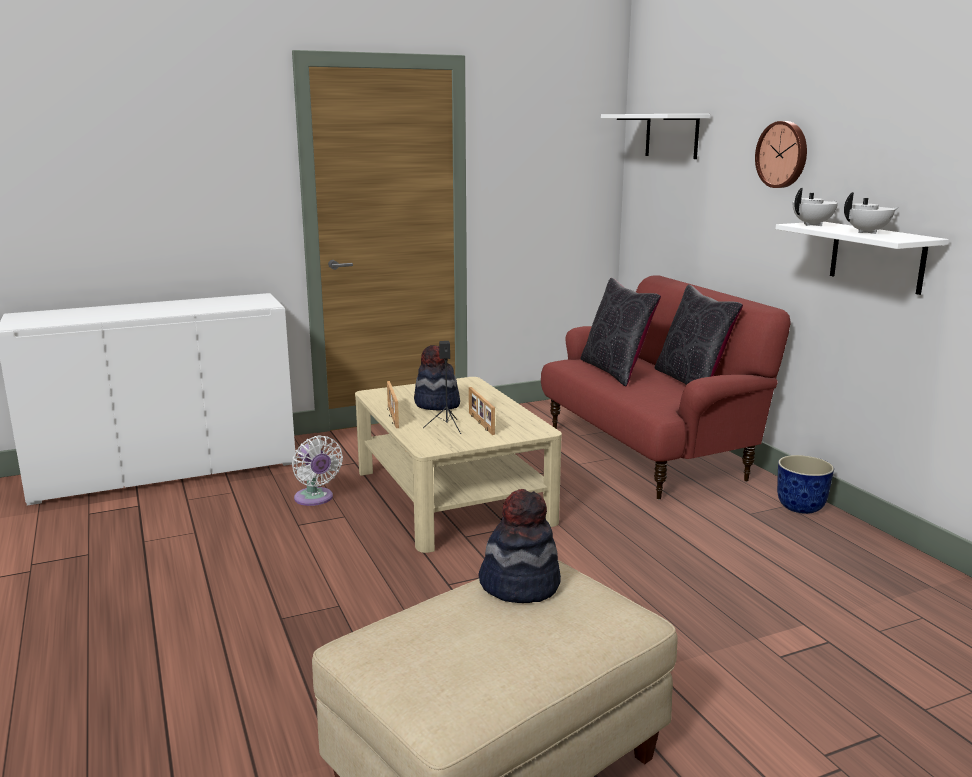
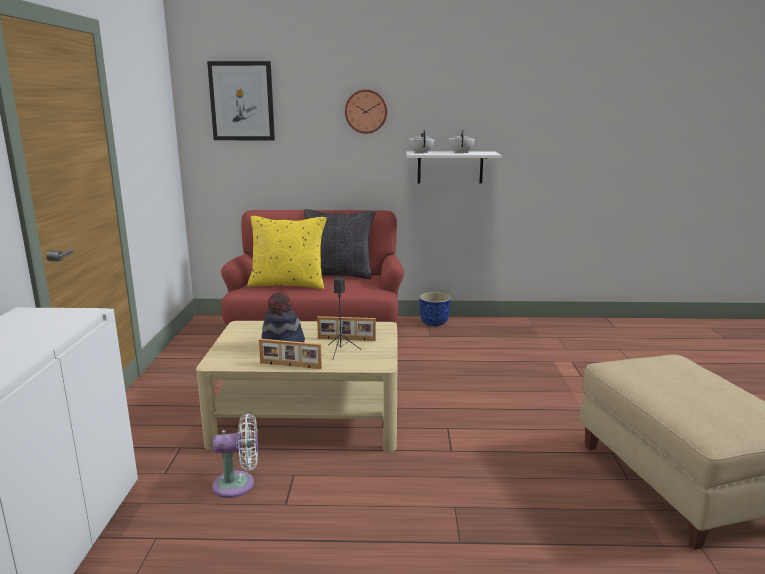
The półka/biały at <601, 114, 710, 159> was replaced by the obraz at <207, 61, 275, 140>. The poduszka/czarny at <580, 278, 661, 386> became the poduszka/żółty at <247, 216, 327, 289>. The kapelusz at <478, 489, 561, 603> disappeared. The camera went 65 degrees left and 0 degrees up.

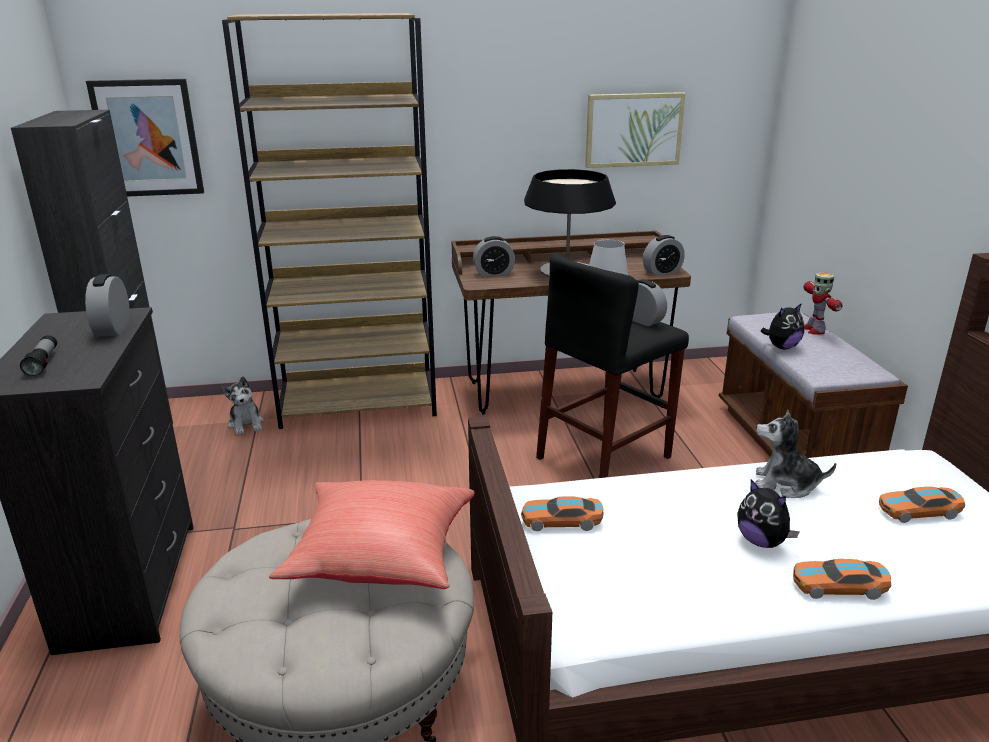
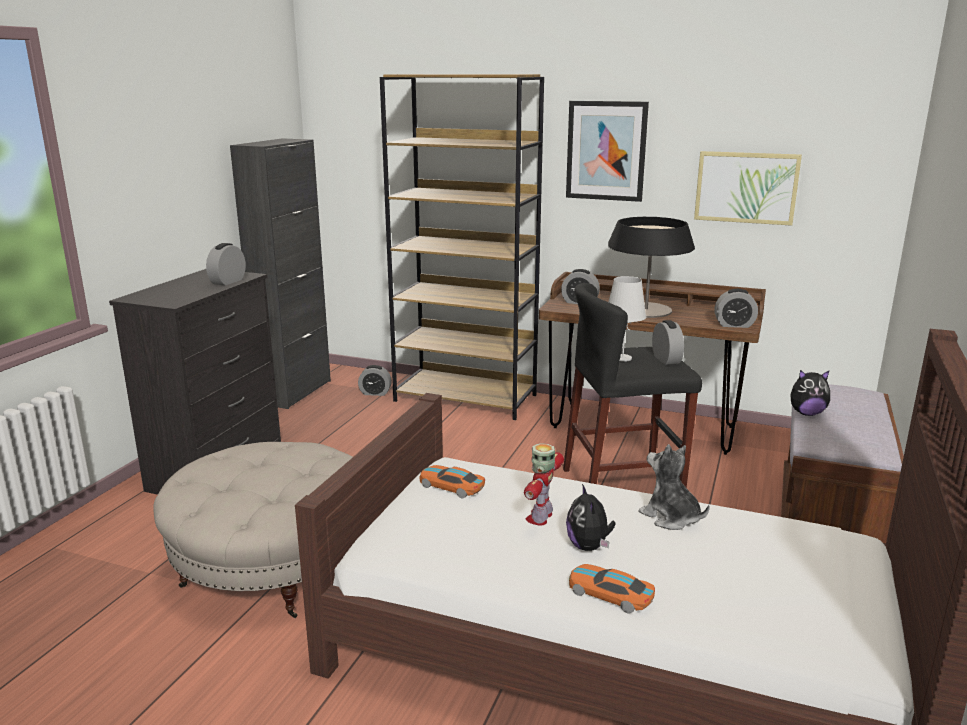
The pluszak at <221, 376, 264, 435> was replaced by the budzik at <358, 365, 392, 396>. The robot zabawkowy moved from <803, 272, 843, 335> to <524, 444, 564, 526>. The obraz moved from <86, 79, 204, 197> to <566, 101, 649, 202>. The latarka at <20, 335, 57, 377> disappeared. The poduszka/czerwony at <269, 480, 475, 589> disappeared. The samochodzik at <879, 487, 965, 523> disappeared. The camera went 30 degrees right and 5 degrees down.

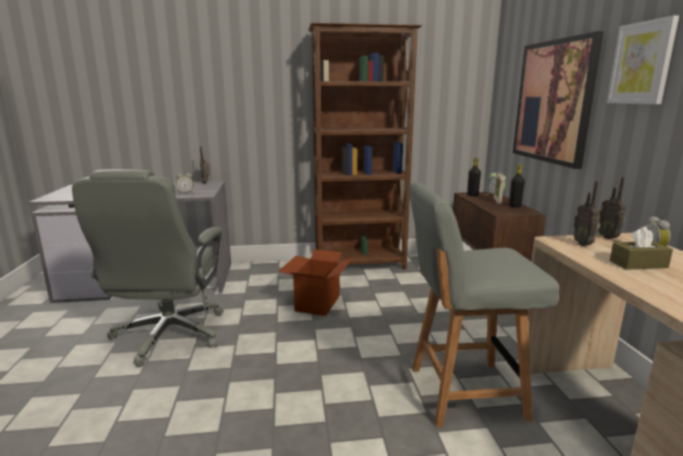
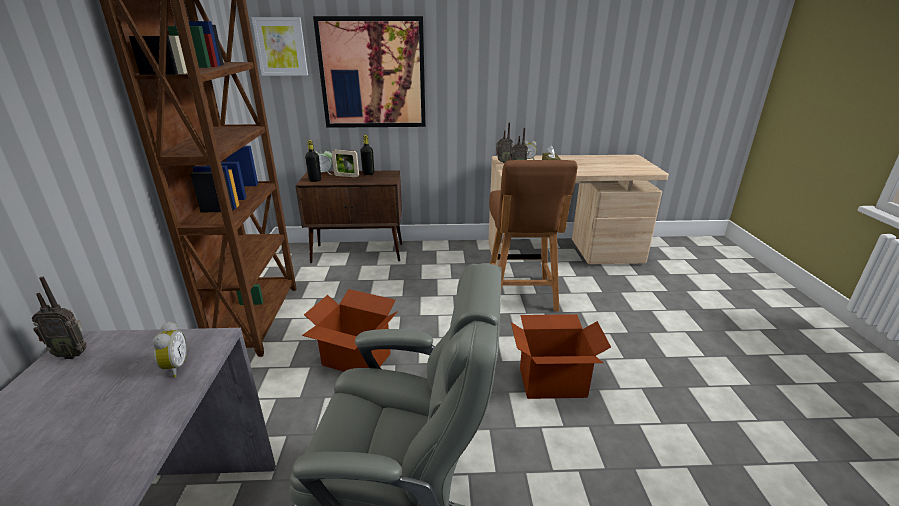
The obraz moved from <607, 15, 679, 104> to <252, 17, 308, 76>. The krzesło/szary at <409, 182, 560, 428> became the krzesło/brązowy at <489, 160, 578, 312>. The karton at <511, 314, 611, 399> appeared. The camera went 85 degrees left and 10 degrees up.

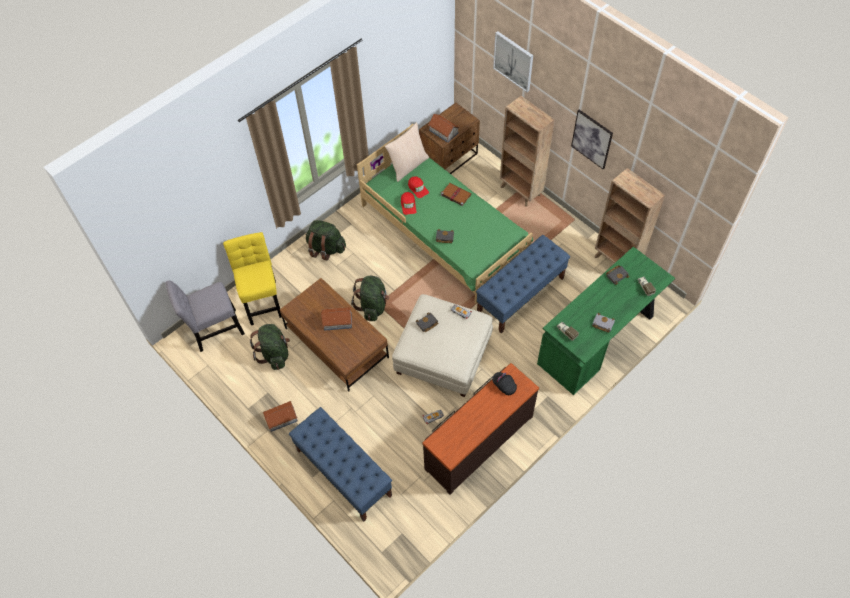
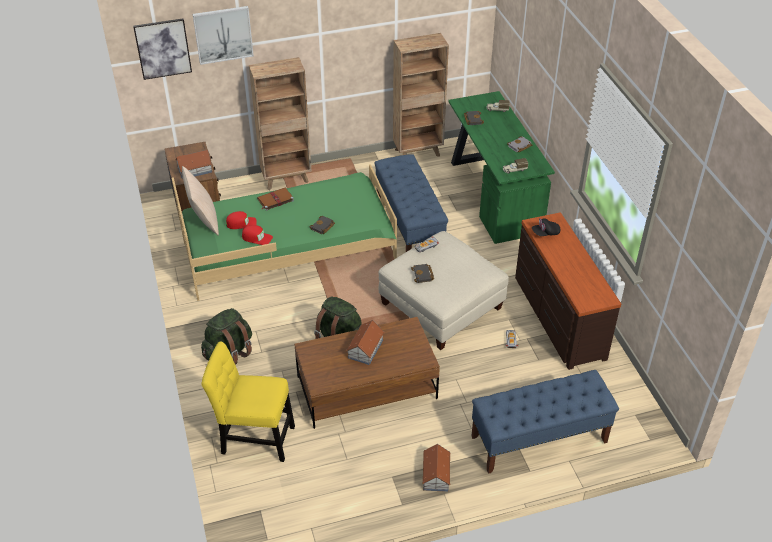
The obraz moved from <571, 110, 613, 169> to <133, 18, 192, 80>. The krzesło/szary at <165, 280, 245, 352> disappeared. The plecak/zielony at <250, 324, 290, 370> disappeared. The camera went 65 degrees left and 15 degrees down.

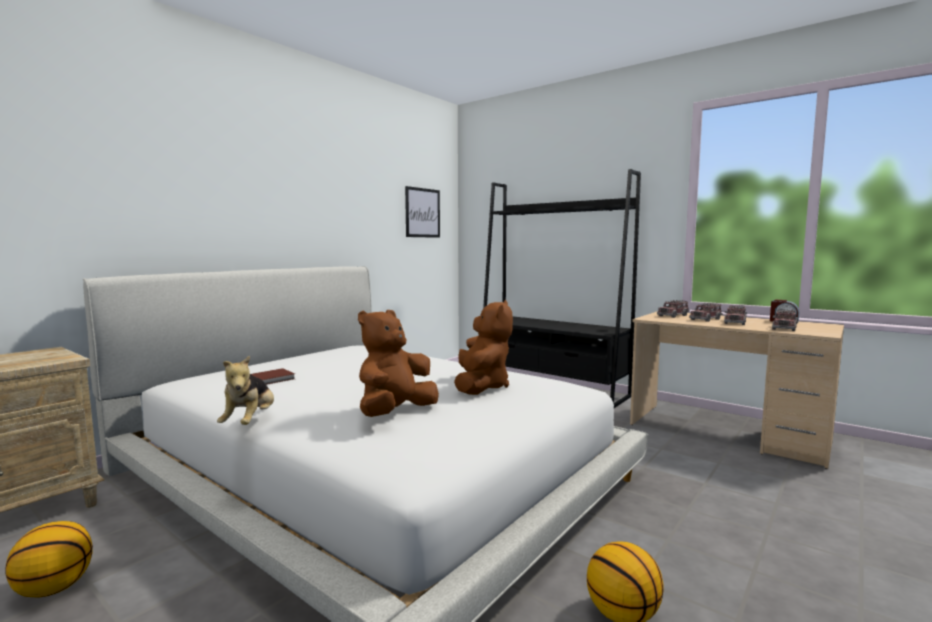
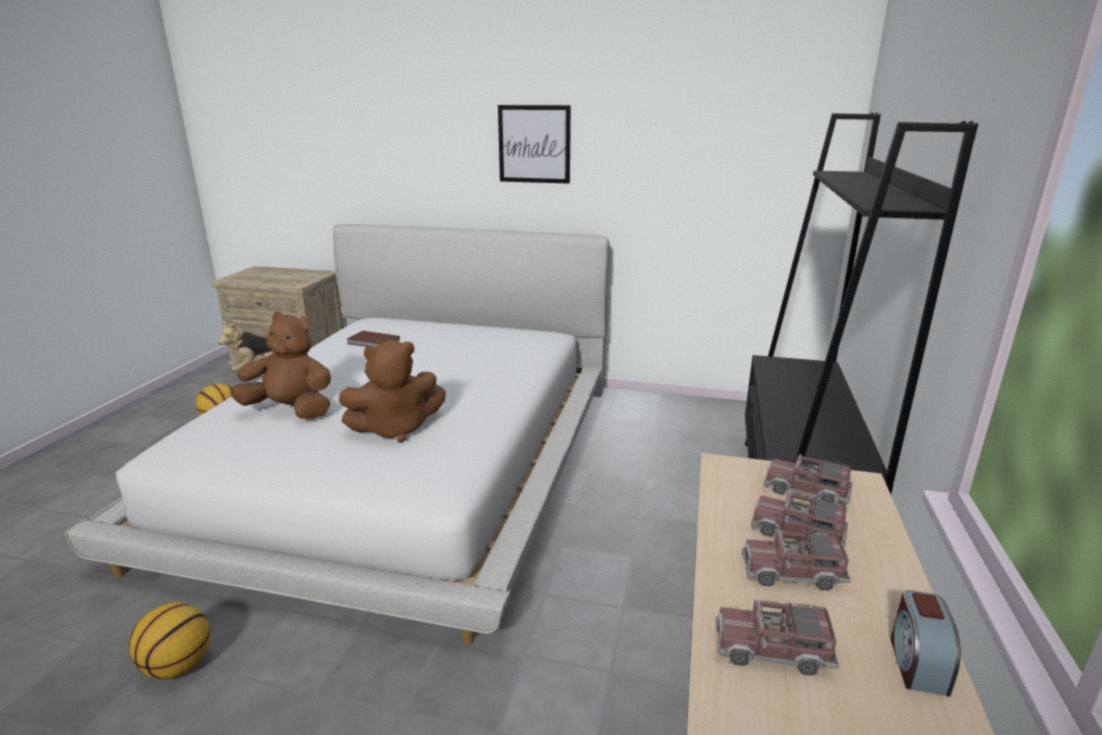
The obraz moved from <405, 186, 440, 238> to <498, 105, 571, 184>. The camera went 65 degrees right and 15 degrees up.

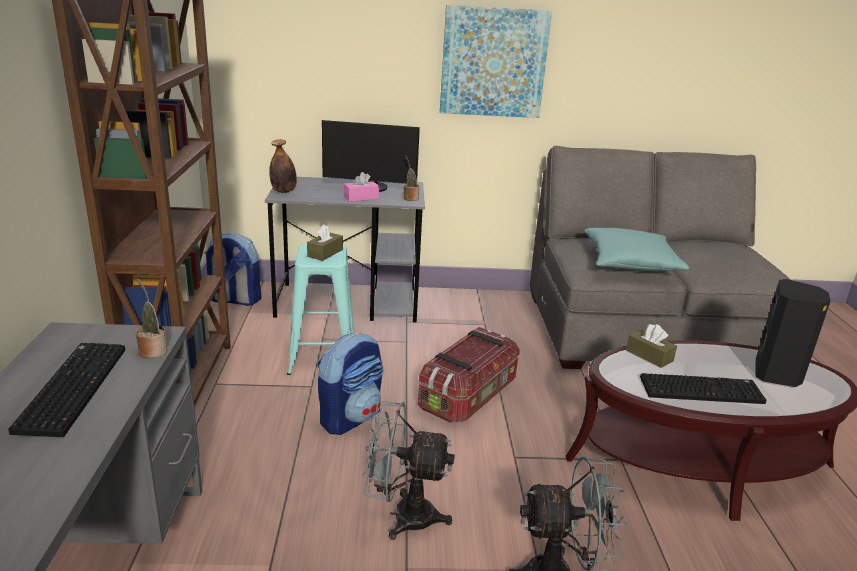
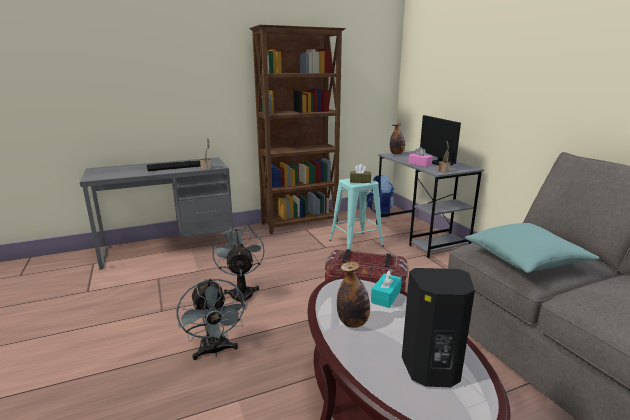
The klawiatura at <640, 373, 767, 404> was replaced by the butelka at <337, 261, 370, 328>. The pudełko chusteczek/brązowy at <626, 324, 677, 368> became the pudełko chusteczek/turkusowy at <371, 269, 402, 308>. The plecak at <317, 333, 384, 435> disappeared. The obraz at <440, 5, 552, 118> disappeared. The camera went 70 degrees right and 5 degrees down.

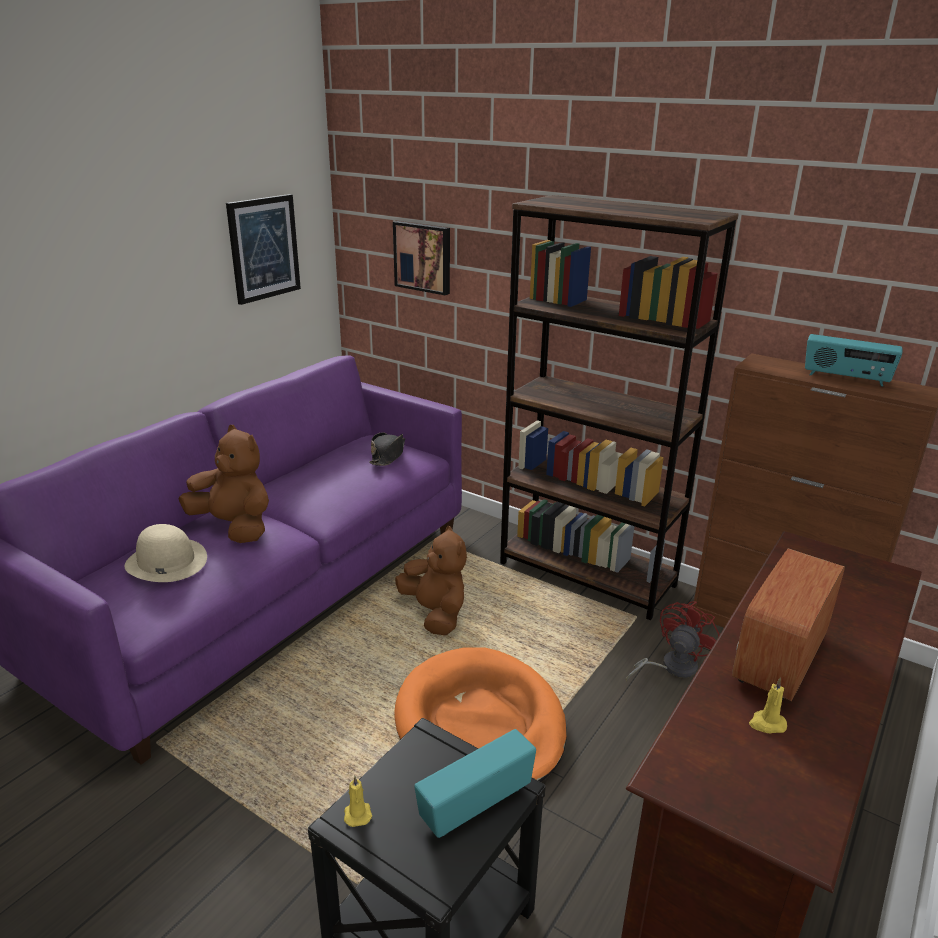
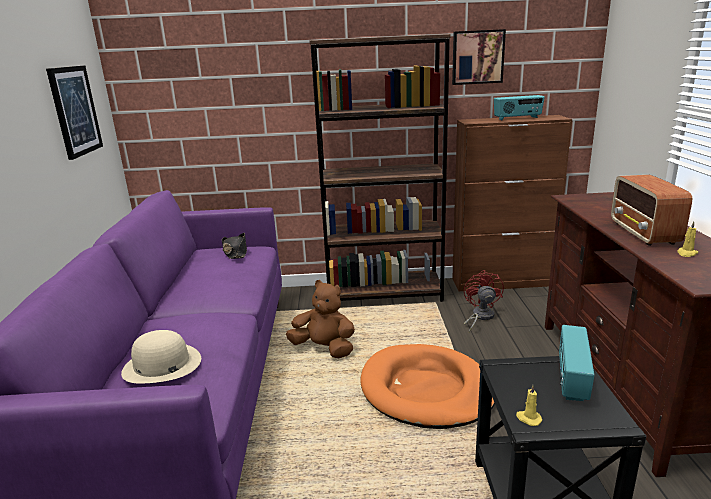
The obraz moved from <393, 221, 450, 295> to <452, 29, 506, 85>. The pluszak/brązowy at <178, 425, 269, 543> disappeared. The camera went 35 degrees left and 5 degrees down.

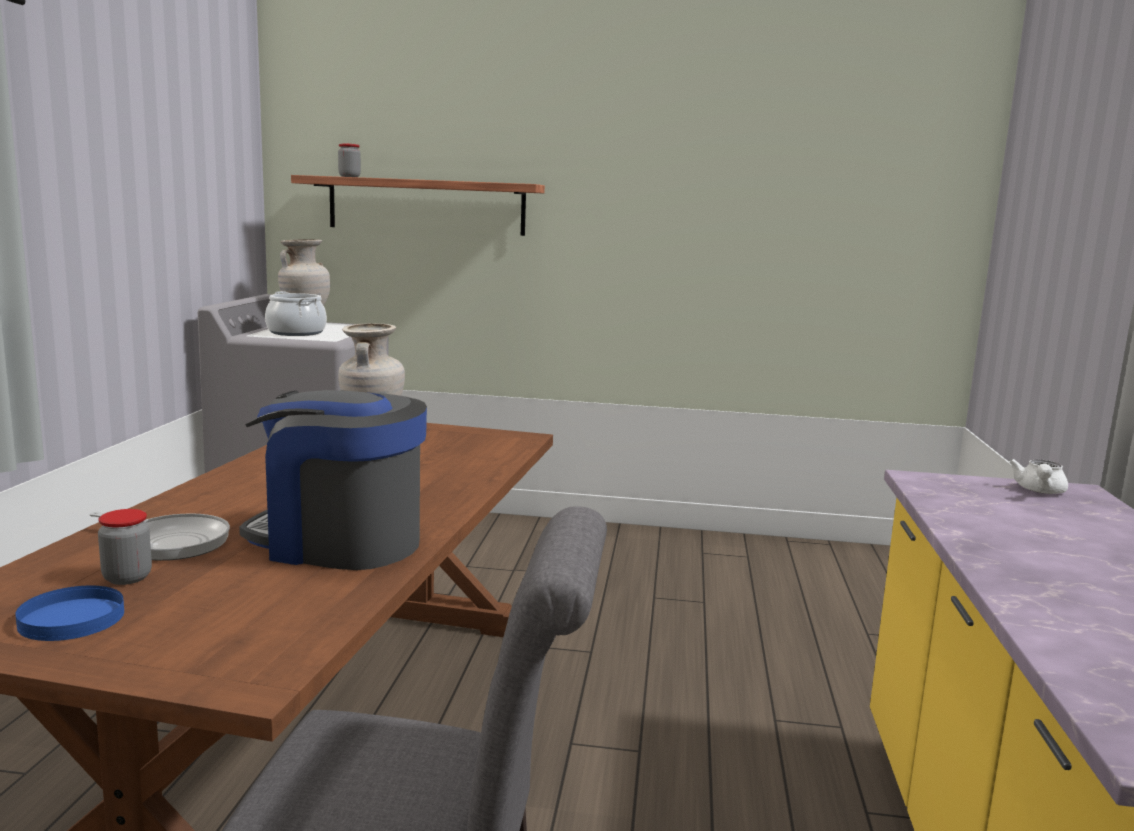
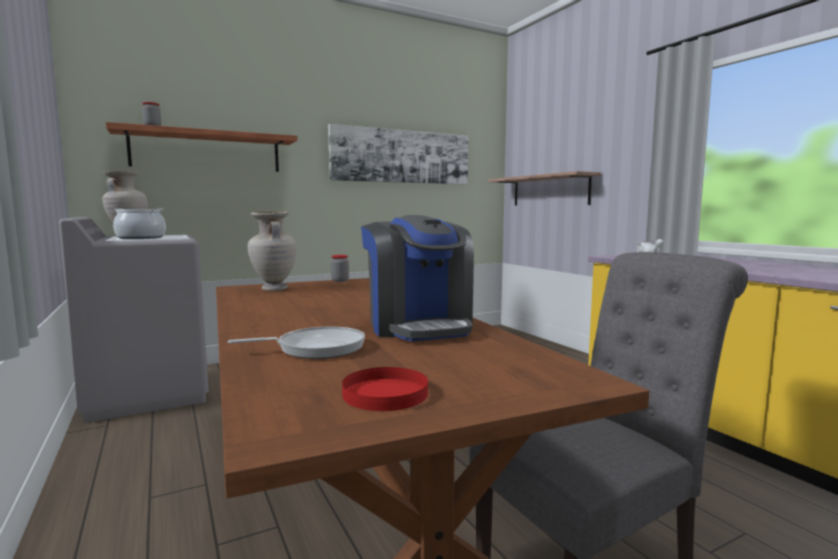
The obraz at <328, 124, 468, 185> appeared. The słoik moved from <98, 509, 152, 585> to <331, 255, 349, 282>. The talerz/niebieski at <15, 586, 124, 641> became the talerz/czerwony at <342, 367, 428, 411>. The ekspres do kawy at <239, 390, 427, 570> turned 90 degrees counterclockwise. The półka at <488, 171, 601, 206> appeared. The camera went 35 degrees left and 5 degrees down.

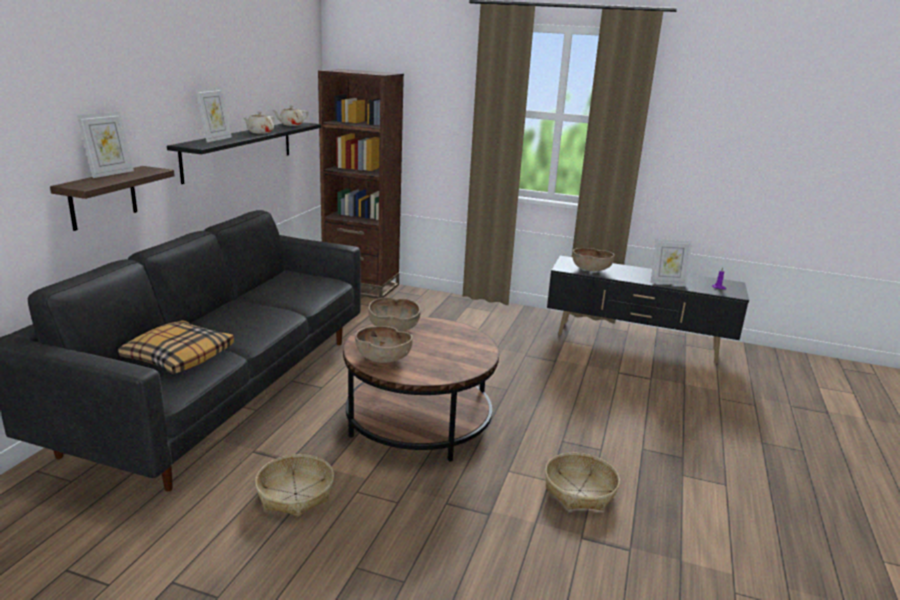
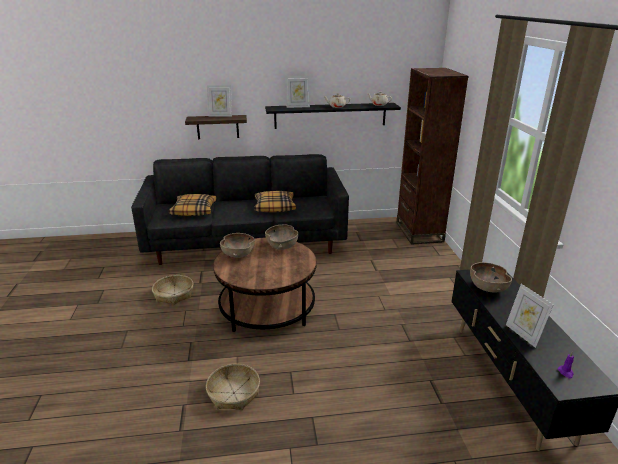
The poduszka at <254, 191, 296, 212> appeared. The camera went 65 degrees right and 5 degrees up.

